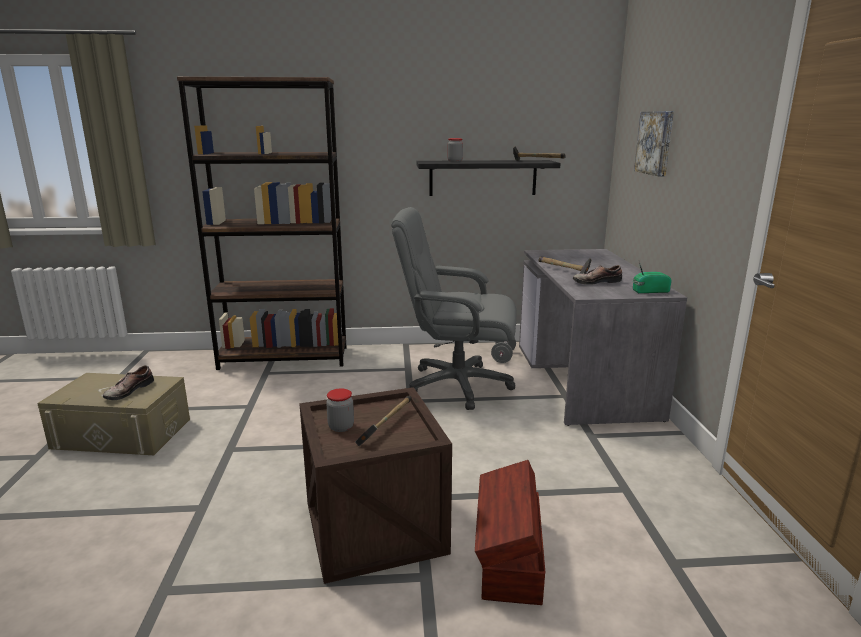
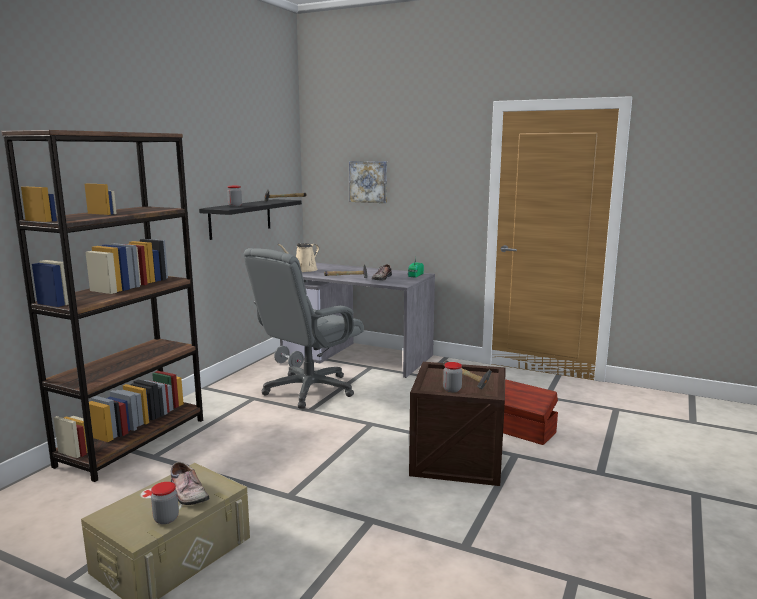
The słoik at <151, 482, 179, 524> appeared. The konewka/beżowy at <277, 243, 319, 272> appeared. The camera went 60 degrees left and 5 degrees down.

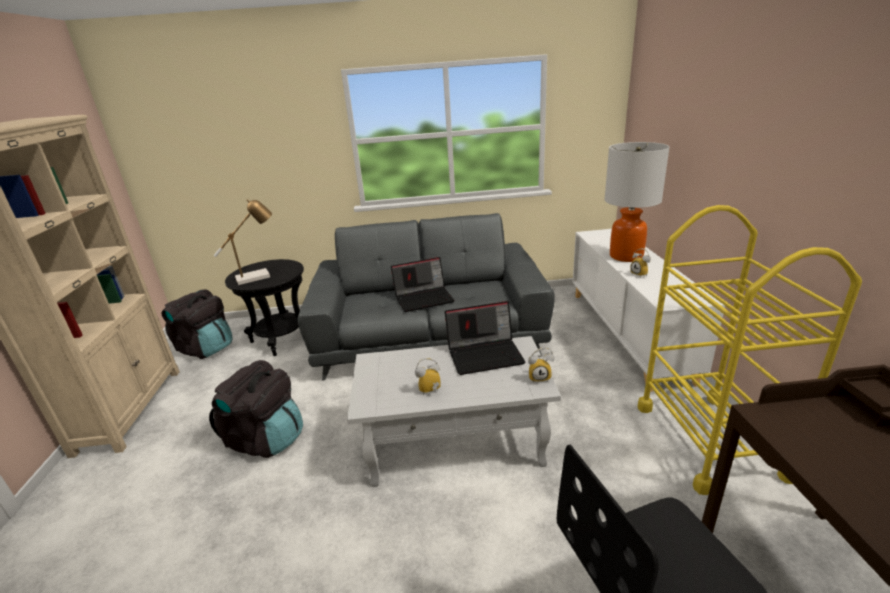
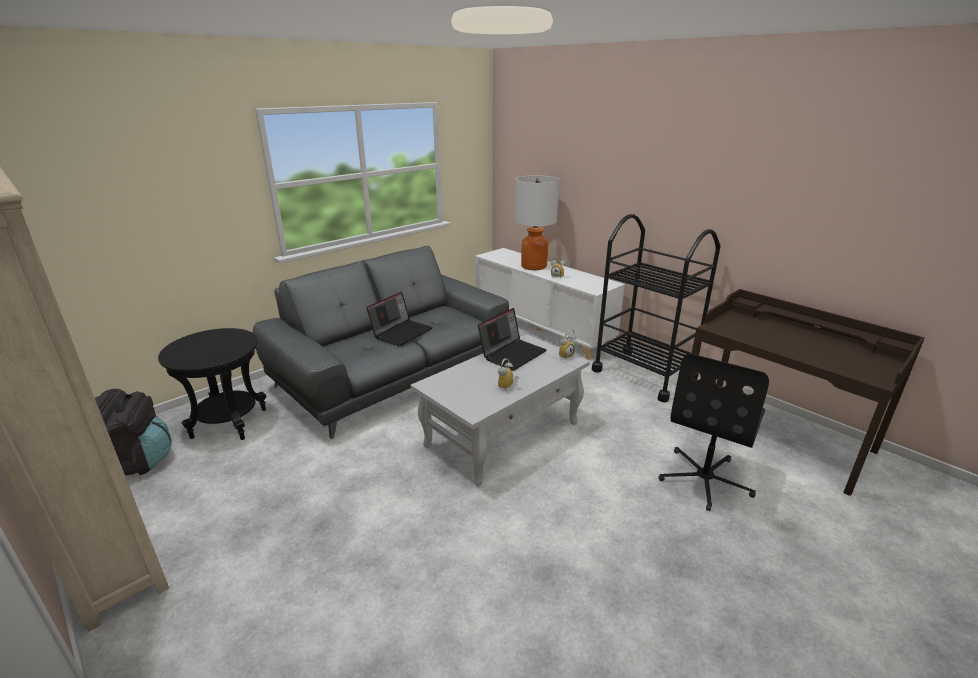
The wózek/żółty at <638, 205, 862, 495> became the wózek/czarny at <592, 214, 720, 403>. The plecak/czarny at <209, 360, 303, 458> disappeared. The lampa stołowa at <214, 199, 272, 285> disappeared. The camera went 40 degrees left and 0 degrees up.

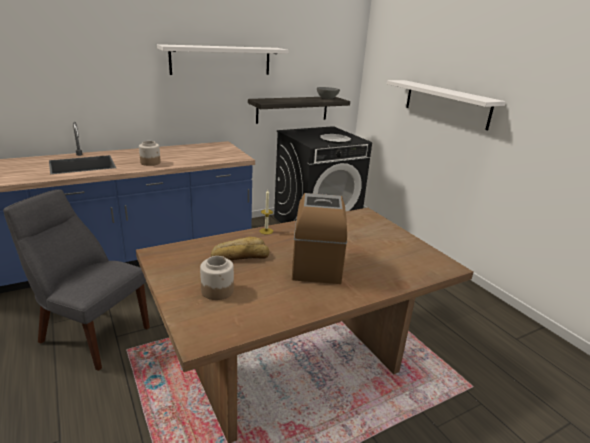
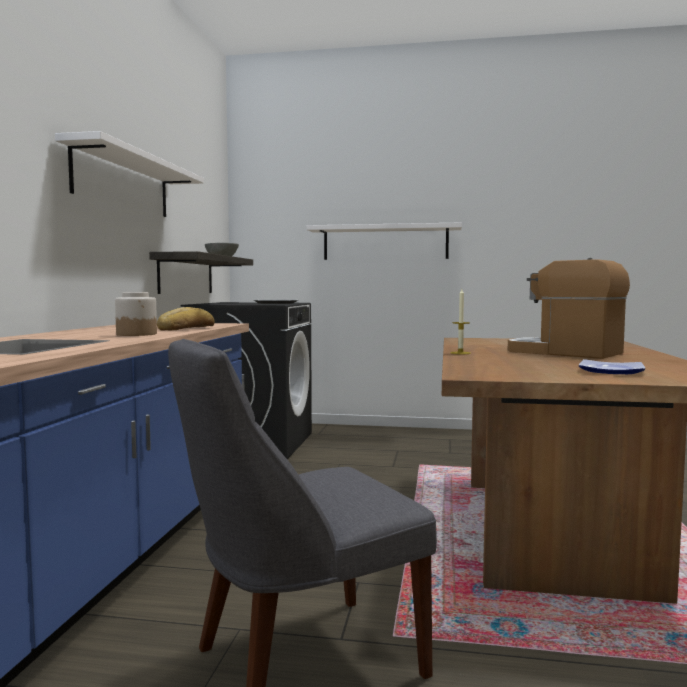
The chleb moved from <211, 237, 269, 260> to <157, 307, 215, 330>. The słoik at <200, 256, 234, 300> was replaced by the talerz at <579, 359, 645, 374>. The camera went 50 degrees left and 20 degrees down.

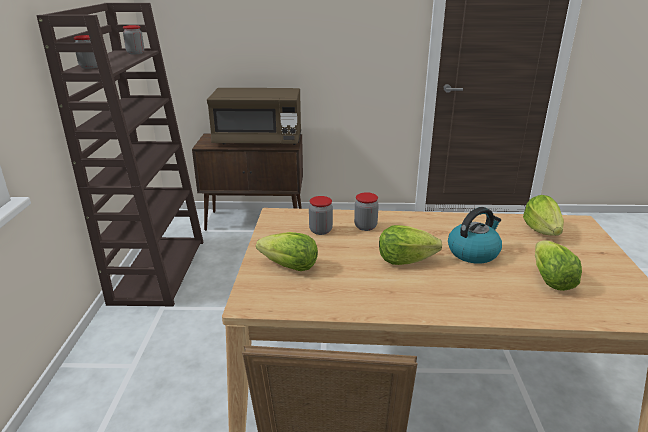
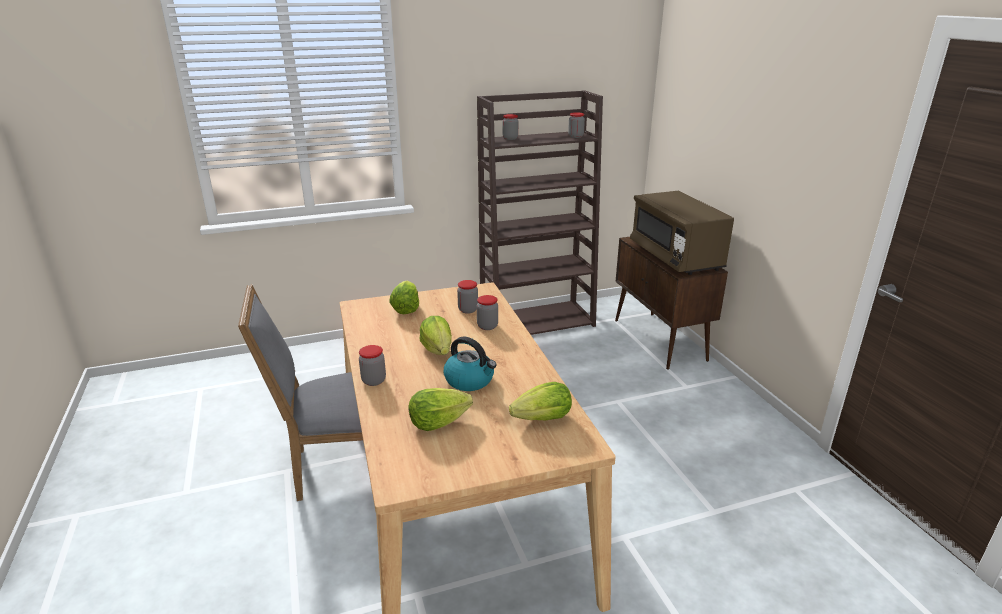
The słoik at <359, 345, 386, 386> appeared. The camera went 70 degrees right and 0 degrees up.

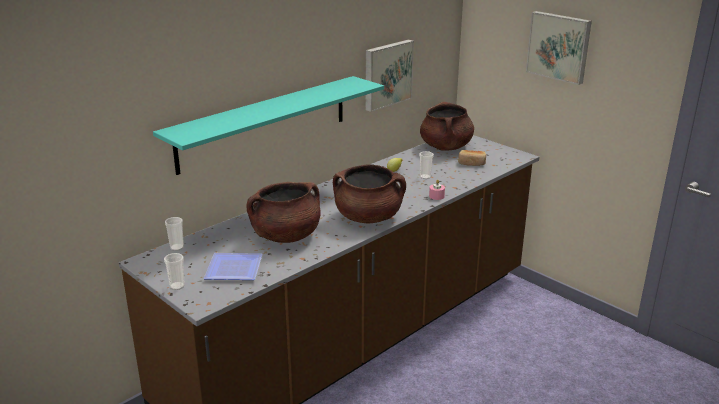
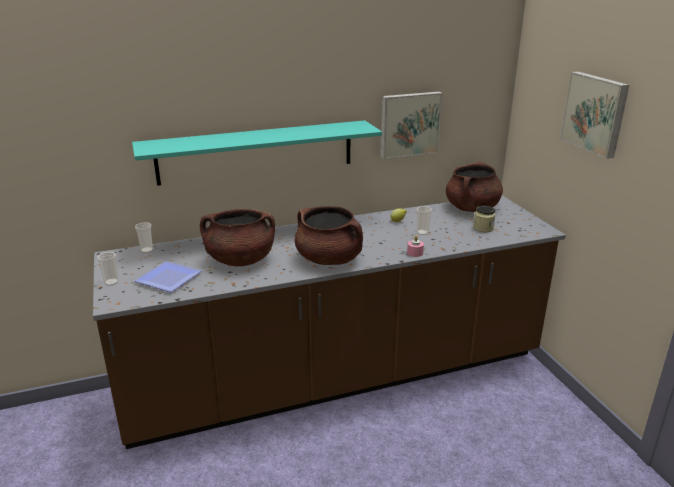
The chleb at <458, 150, 486, 166> was replaced by the słoik at <473, 206, 495, 232>. The camera went 25 degrees right and 0 degrees up.

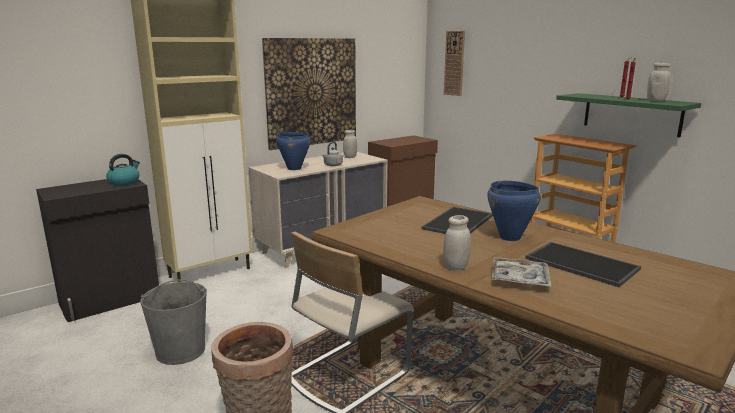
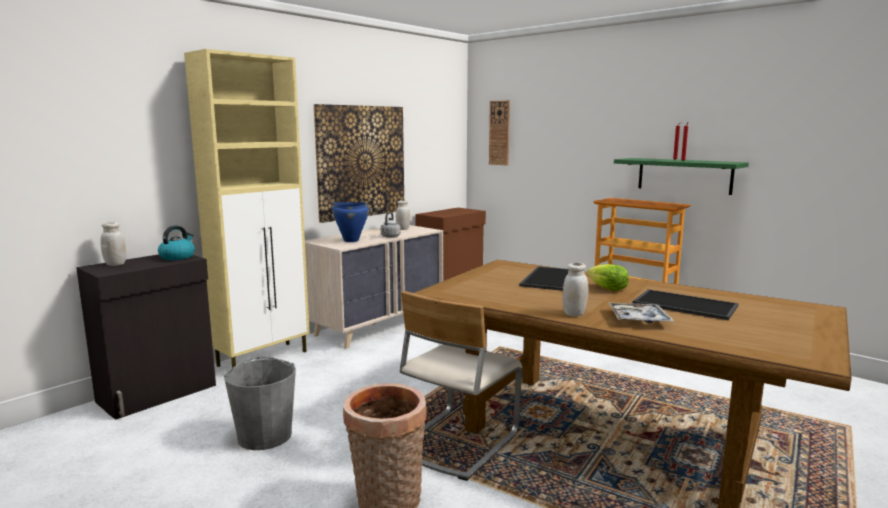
The słoik/biały moved from <647, 63, 671, 101> to <100, 222, 126, 266>. The garnek/niebieski at <487, 181, 541, 241> was replaced by the sałata at <587, 264, 628, 291>. The camera went 10 degrees left and 5 degrees down.

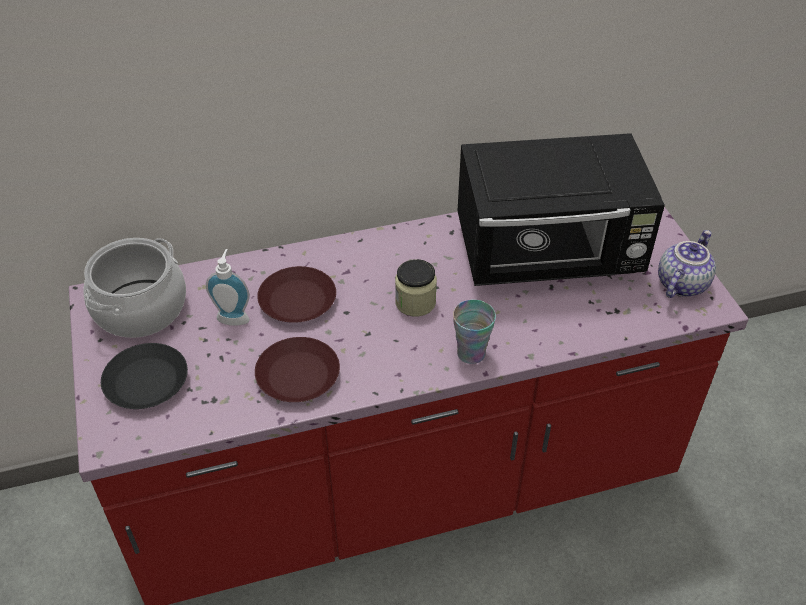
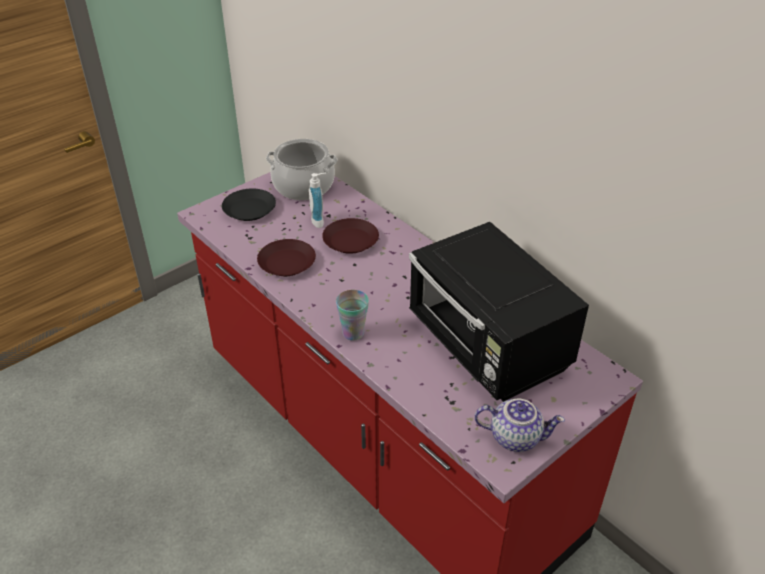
The słoik at <395, 259, 437, 316> disappeared. The camera went 65 degrees right and 5 degrees down.

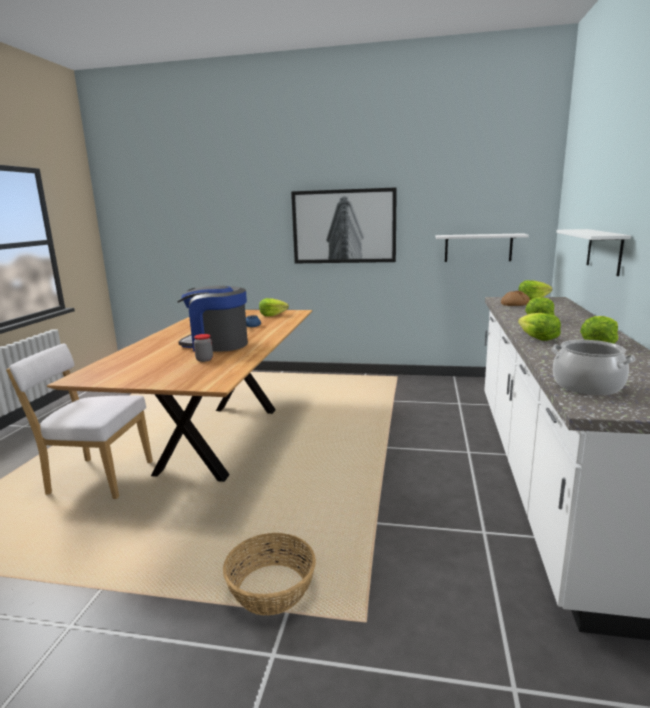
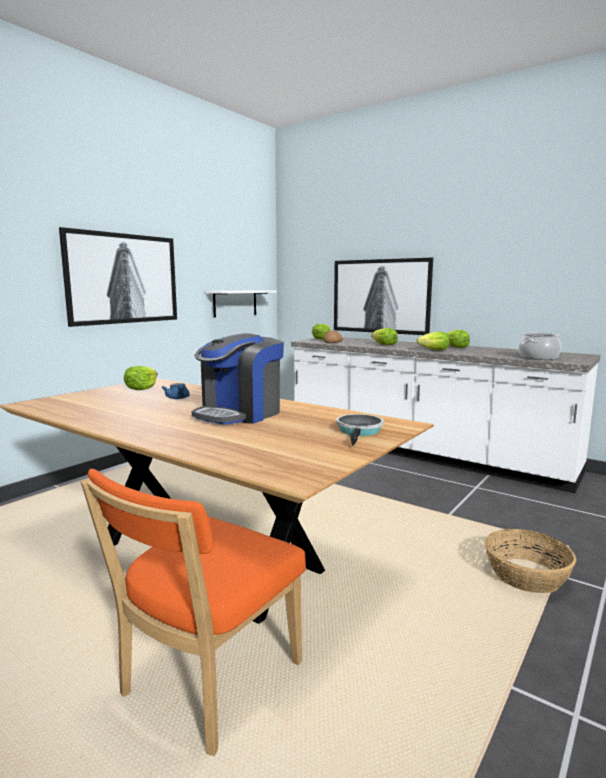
The krzesło/biały at <6, 343, 153, 499> became the krzesło/pomarańczowy at <81, 469, 306, 756>. The półka/biały at <556, 229, 631, 276> was replaced by the obraz at <334, 258, 433, 335>. The patelnia at <336, 414, 384, 446> appeared. The słoik at <194, 334, 213, 362> disappeared. The camera went 65 degrees left and 5 degrees down.

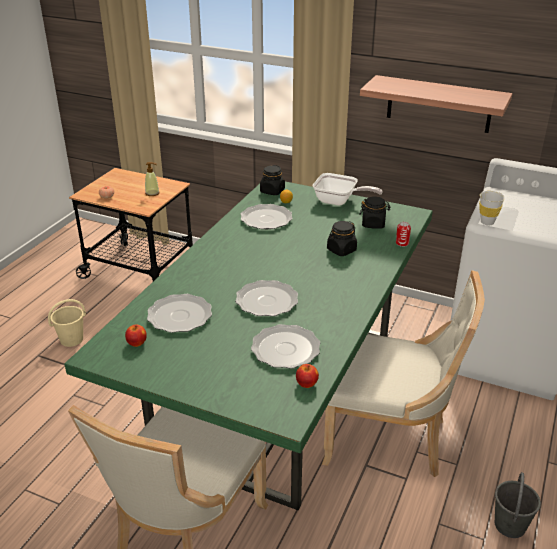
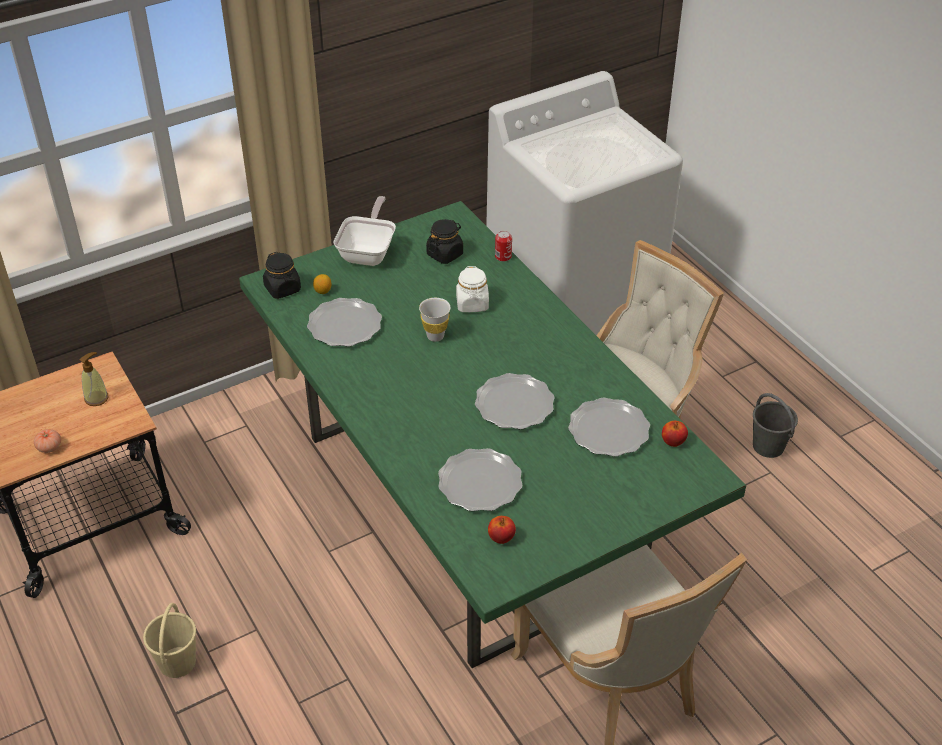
The patelnia at <312, 173, 383, 206> turned 45 degrees counterclockwise. The filiżanka/biały moved from <479, 191, 505, 225> to <419, 298, 451, 342>. The słoik/czarny at <327, 221, 357, 256> became the słoik/biały at <456, 266, 489, 312>. The półka at <360, 75, 513, 133> disappeared. The camera went 55 degrees left and 10 degrees up.

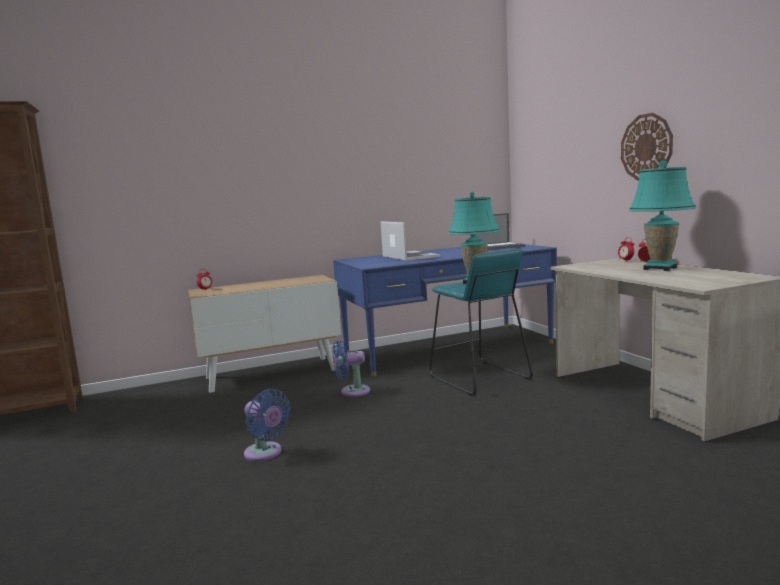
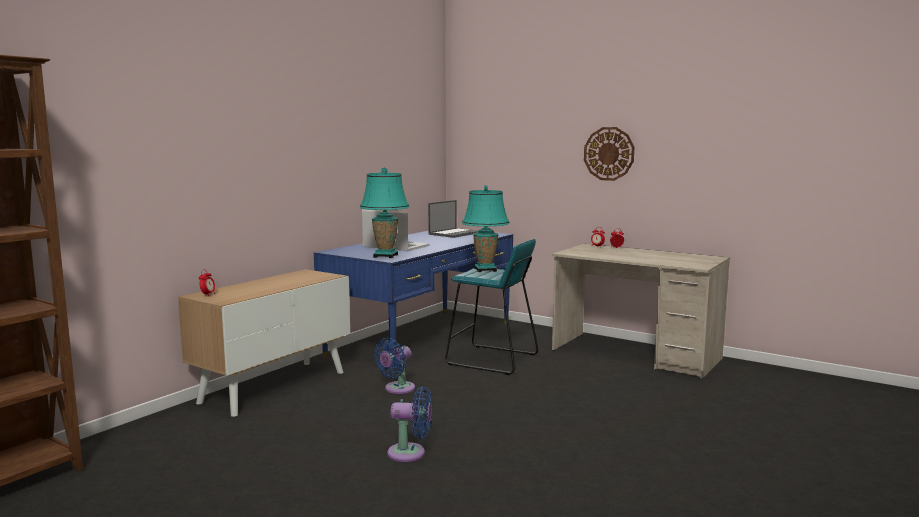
The lampa stołowa/turkusowy moved from <629, 160, 696, 271> to <360, 167, 410, 258>. The camera went 35 degrees left and 0 degrees up.

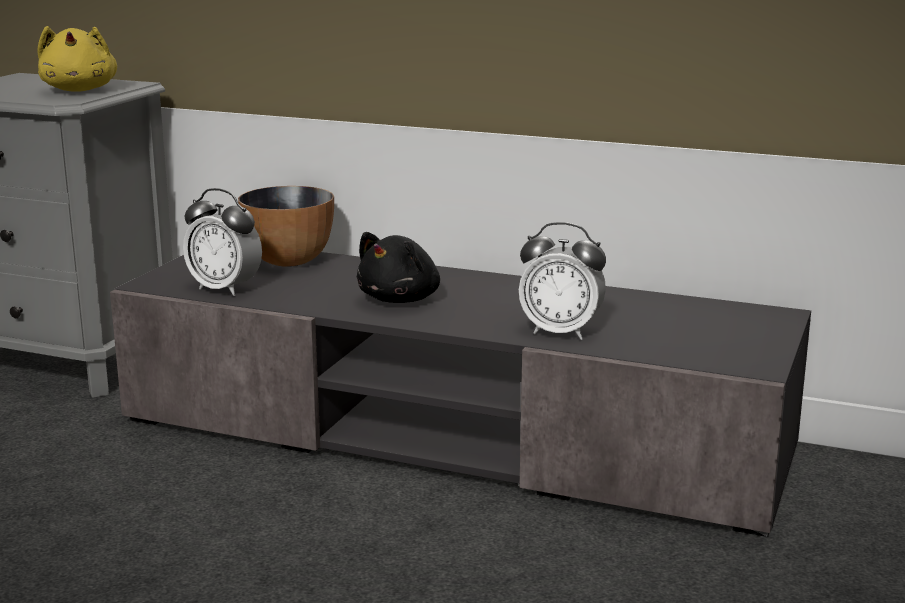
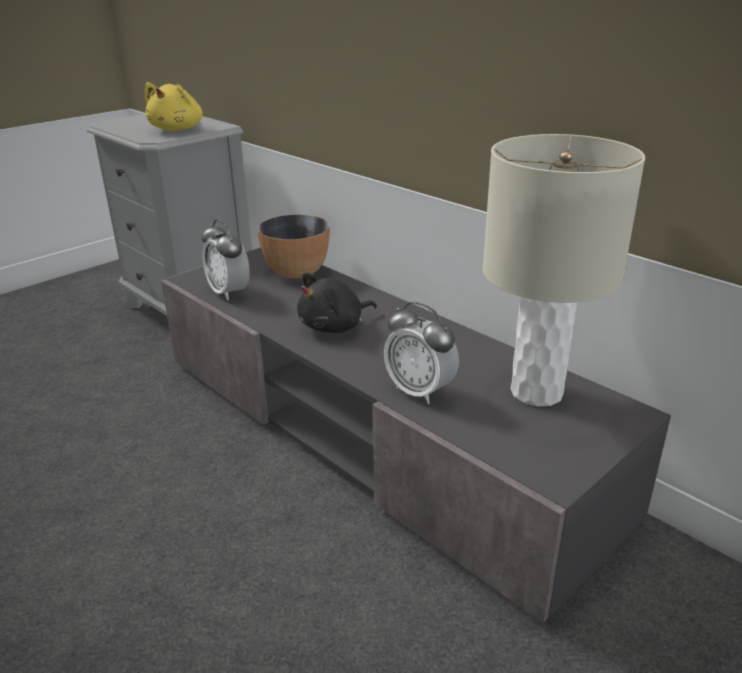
The lampa stołowa/beżowy at <483, 134, 645, 407> appeared. The camera went 25 degrees right and 10 degrees up.

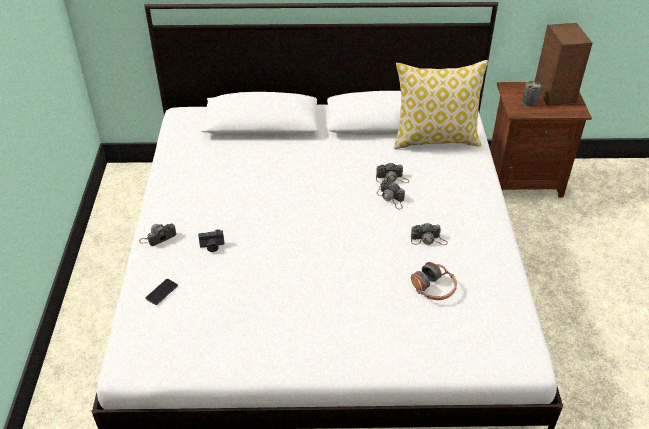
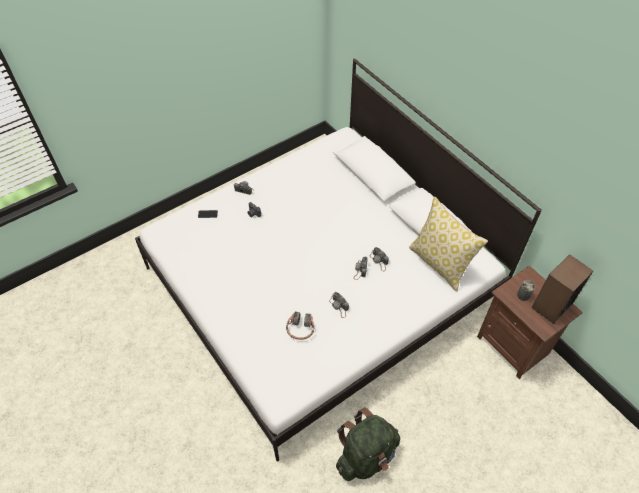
The plecak/zielony at <336, 408, 400, 481> appeared. The camera went 55 degrees right and 10 degrees up.

